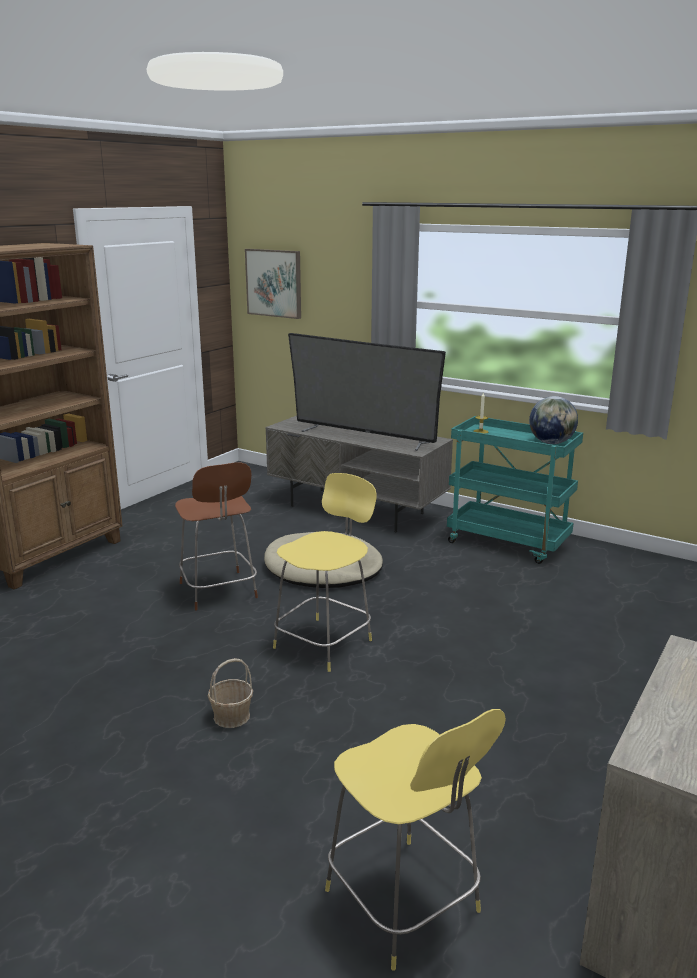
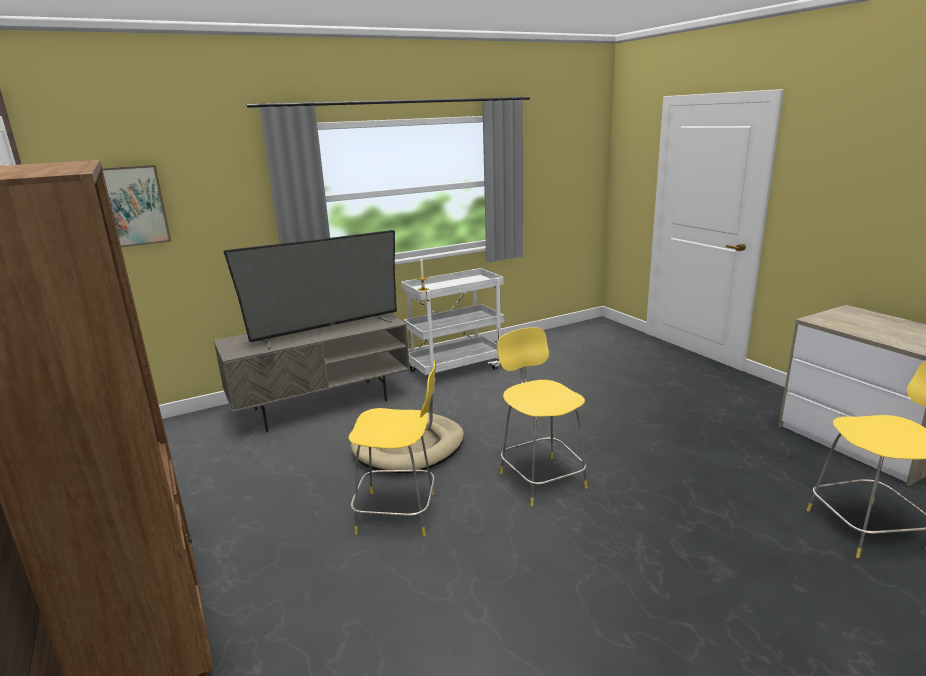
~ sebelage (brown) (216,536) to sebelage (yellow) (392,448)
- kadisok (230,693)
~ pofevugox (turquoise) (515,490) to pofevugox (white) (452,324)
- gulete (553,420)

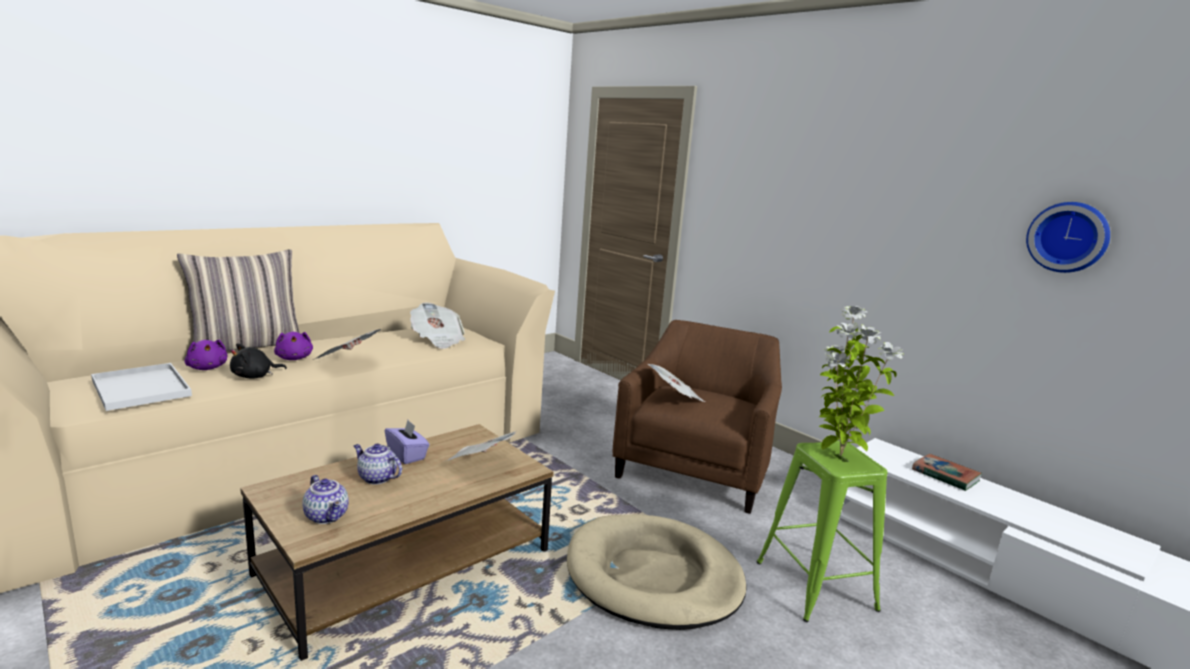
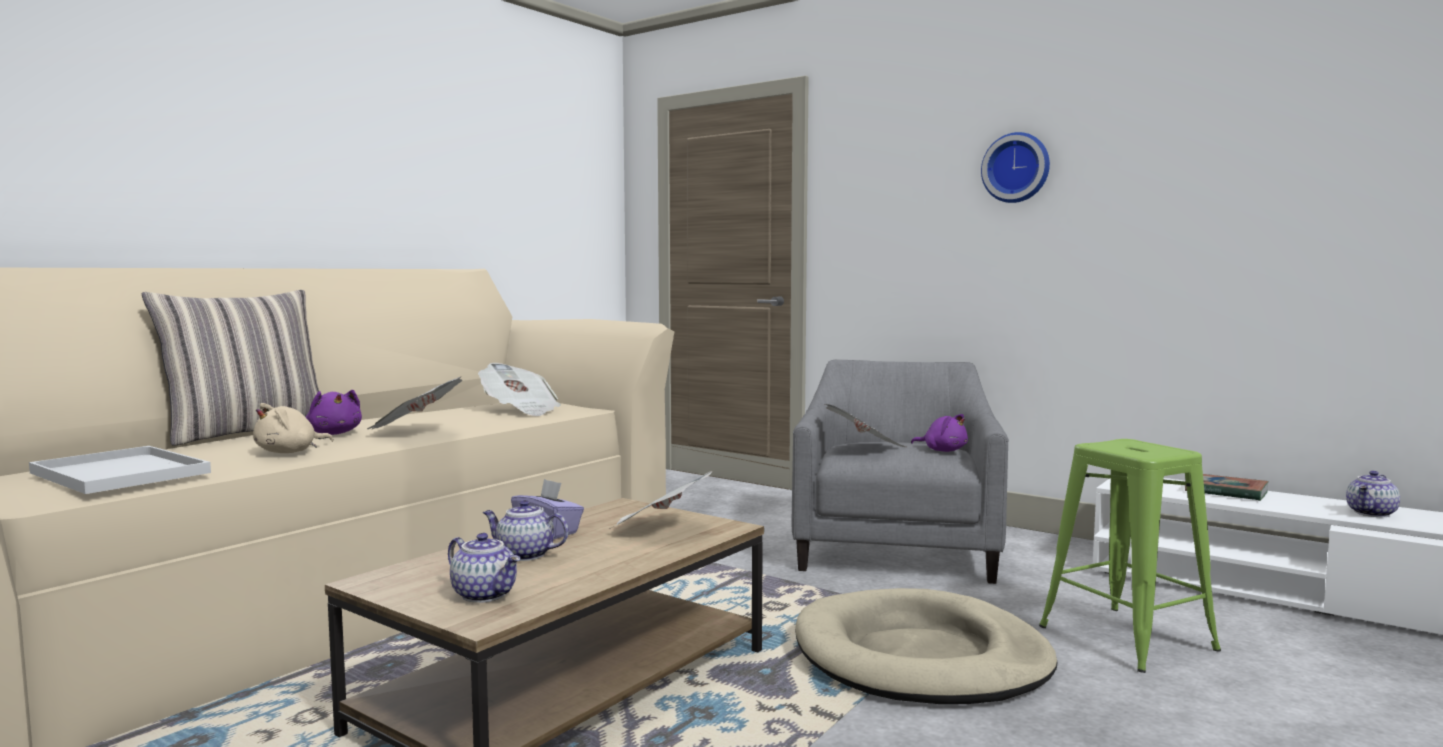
~ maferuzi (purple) (206,355) to (939,433)
~ maferuzi (black) (258,361) to maferuzi (beige) (293,428)
~ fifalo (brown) (697,417) to fifalo (grey) (900,472)
- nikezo (861,381)
~ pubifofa (1068,237) to (1015,167)
+ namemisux (1373,494)

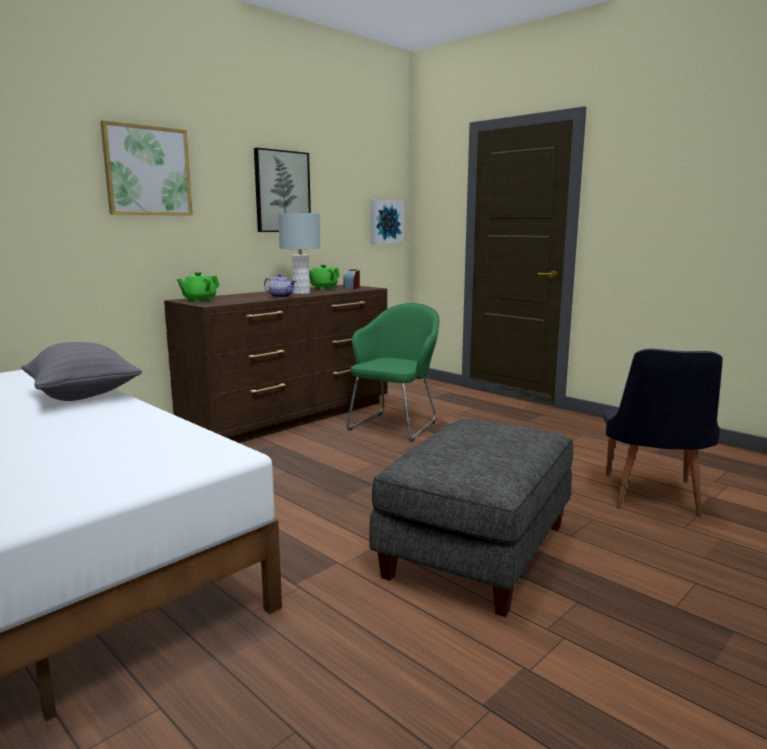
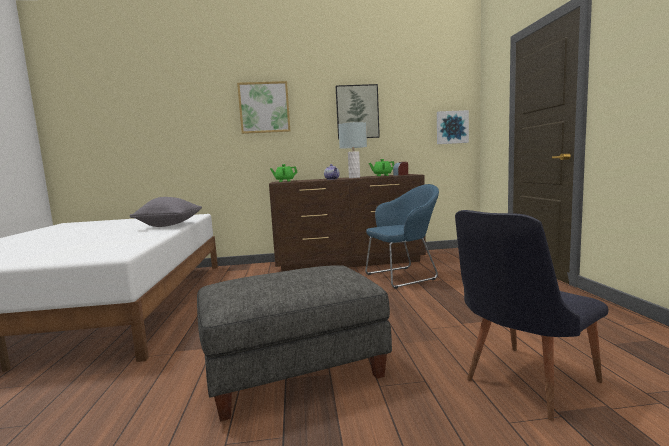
~ fifalo (green) (393,372) to fifalo (blue) (402,236)

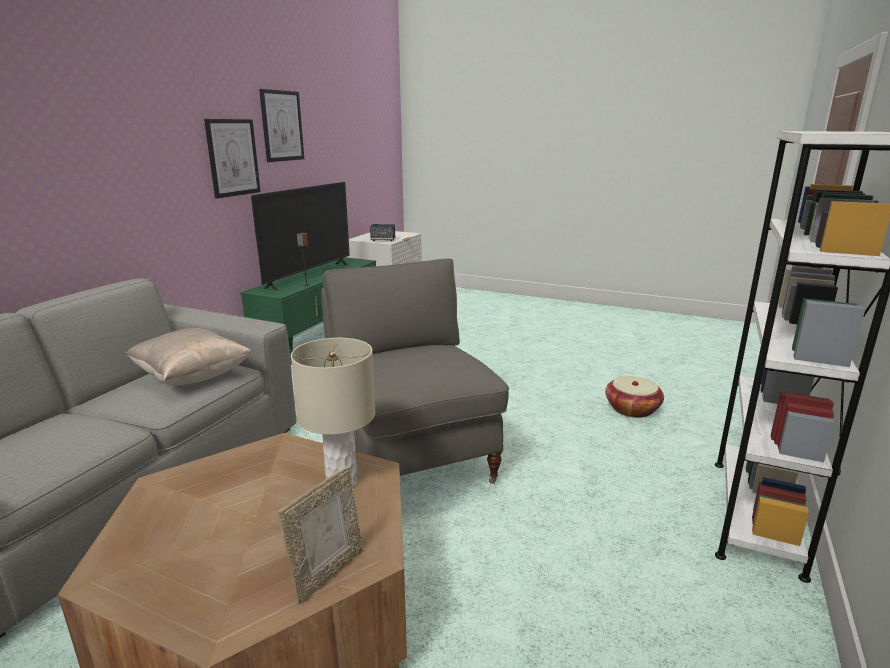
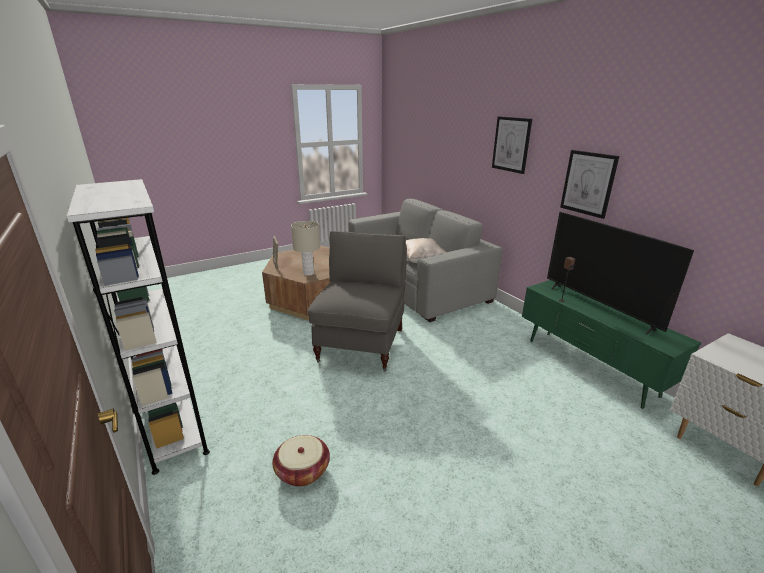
~ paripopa (281,125) to (512,145)
~ fifalo (grey) (415,371) = (357,301) 90 degrees counterclockwise
- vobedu (382,232)

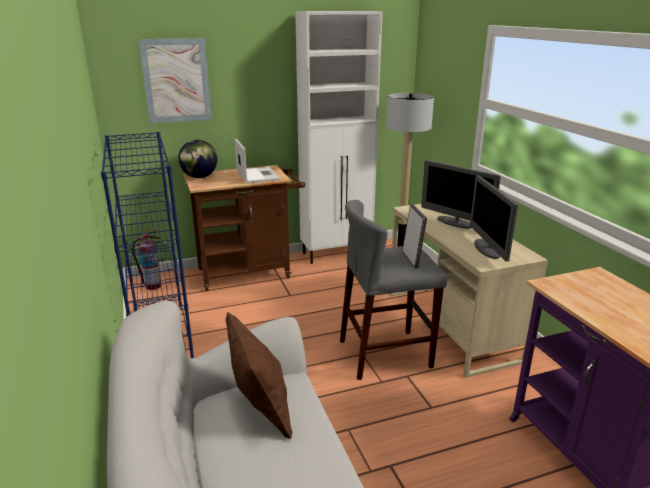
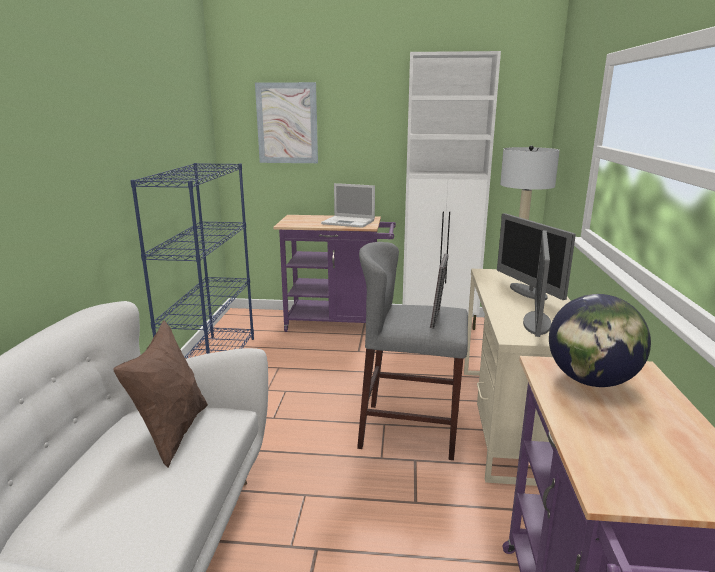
- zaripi (147,260)
~ gulete (197,159) to (600,340)
~ pofevugox (brown) (244,228) to pofevugox (purple) (334,273)
~ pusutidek (257,161) = (348,205) 105 degrees clockwise

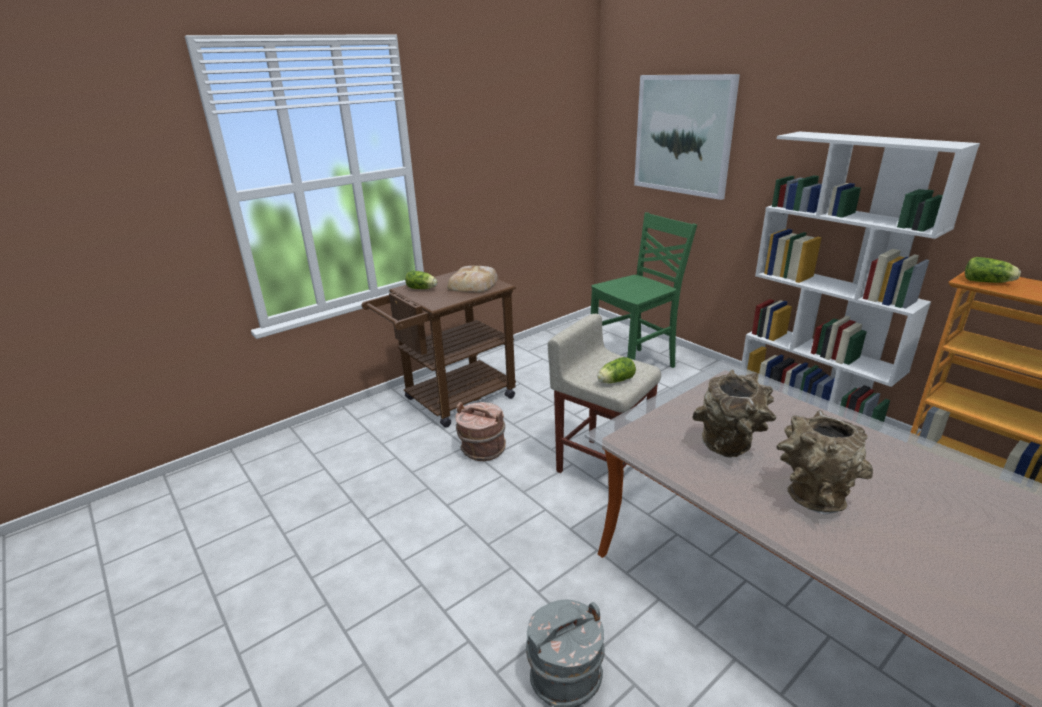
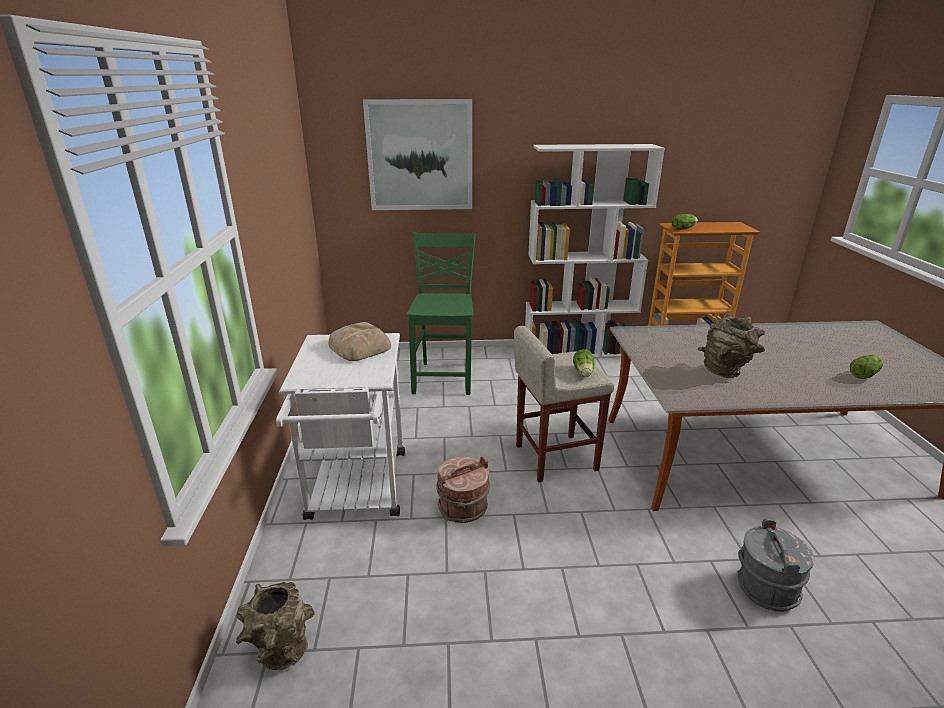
~ pofevugox (brown) (439,349) to pofevugox (white) (340,426)
~ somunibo (421,279) to (866,366)
~ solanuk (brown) (825,462) to (275,626)

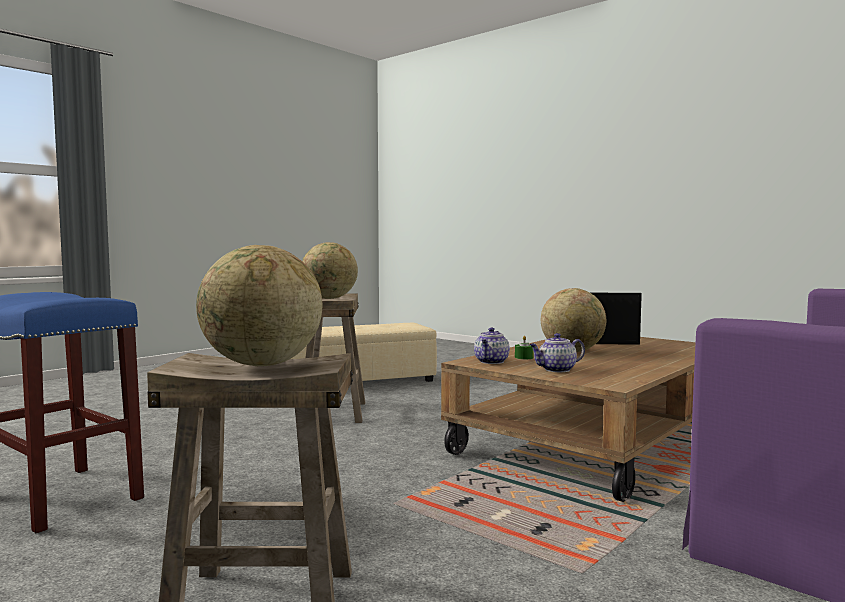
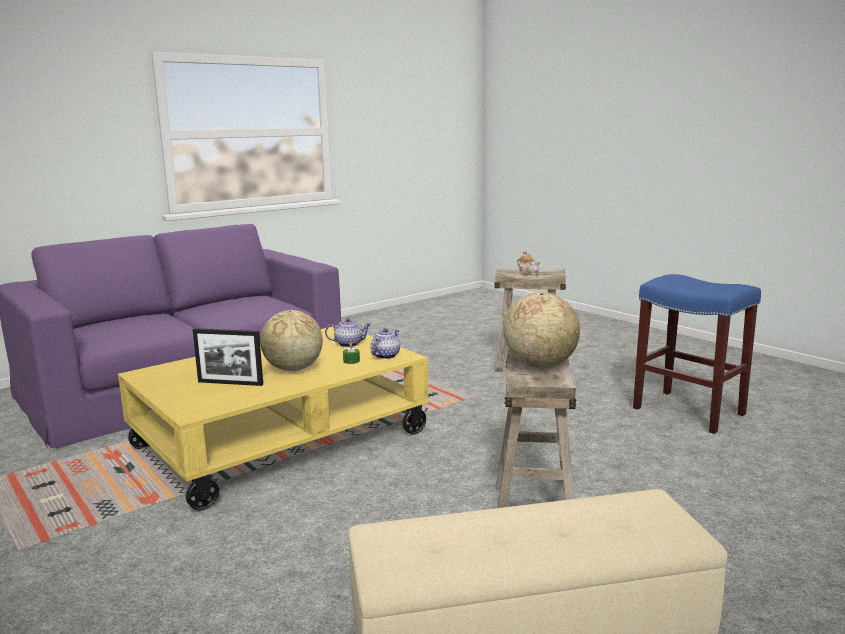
~ gulete (259,305) to namemisux (528,262)
~ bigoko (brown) (568,419) to bigoko (yellow) (273,418)

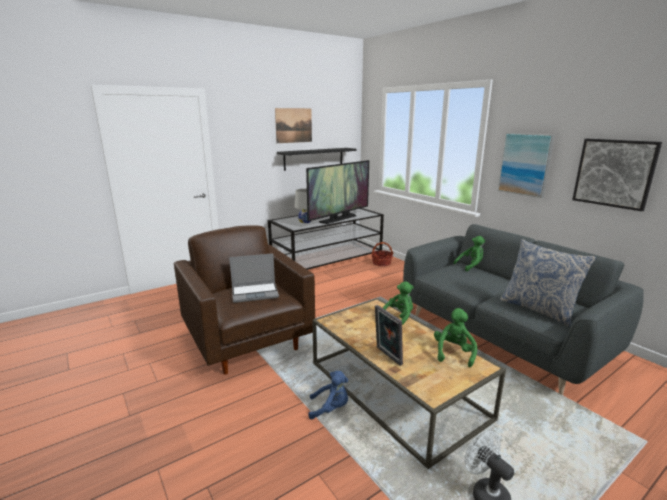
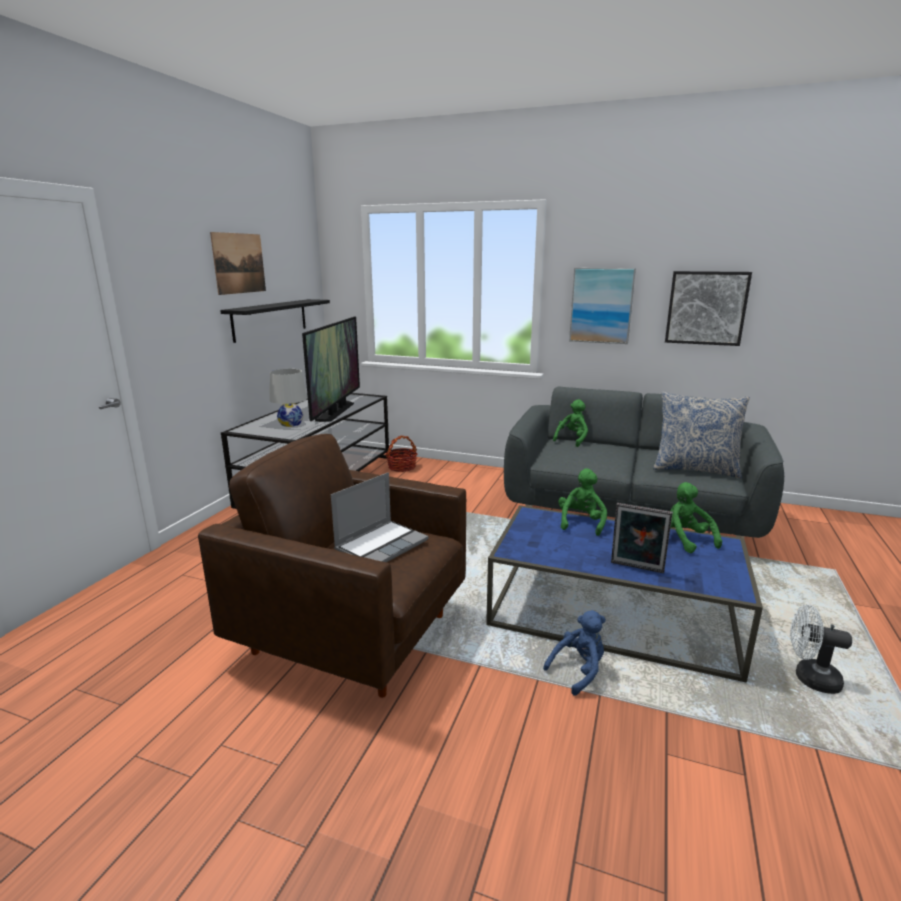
~ bigoko (brown) (409,383) to bigoko (blue) (624,594)

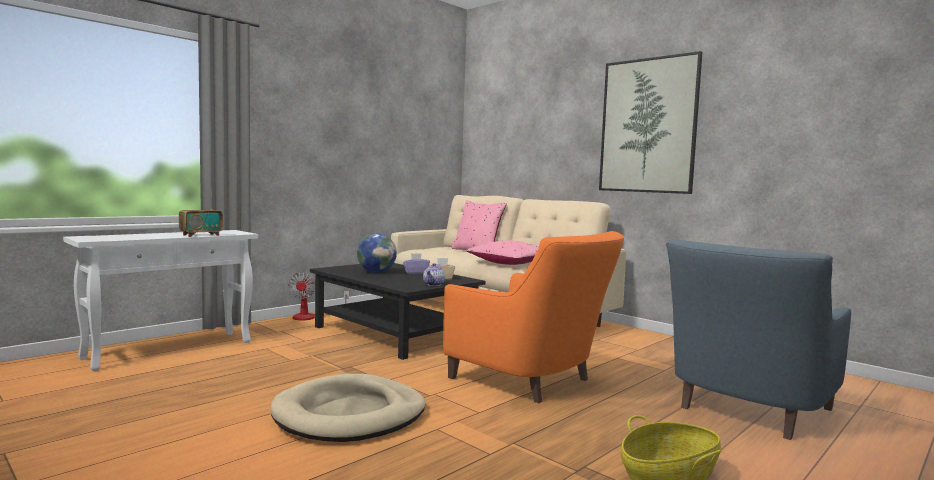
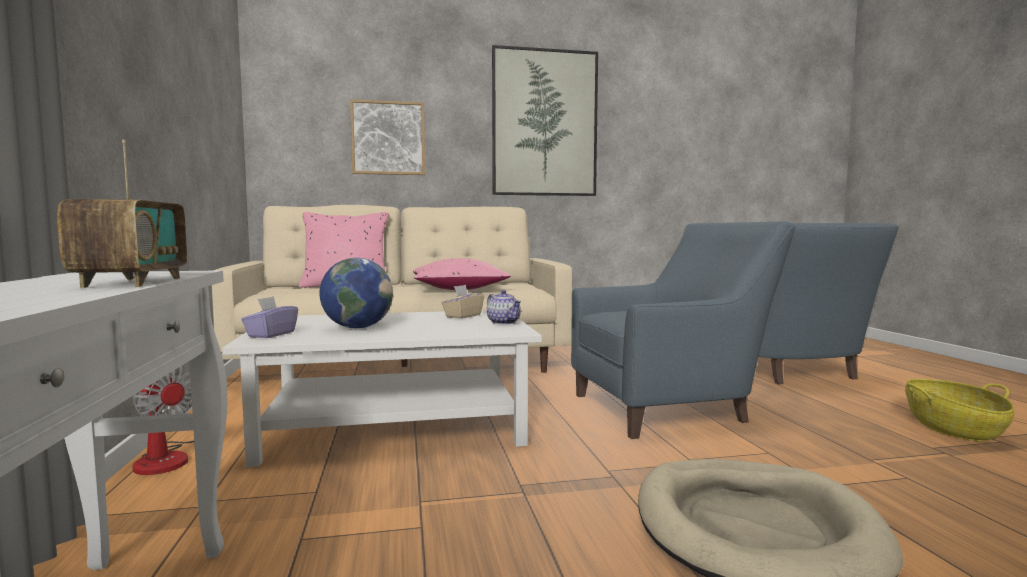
~ bigoko (black) (397,311) to bigoko (white) (382,388)
~ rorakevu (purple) (416,263) to (269,317)
~ fifalo (orange) (533,317) to fifalo (blue) (683,330)
+ paripopa (387,137)

